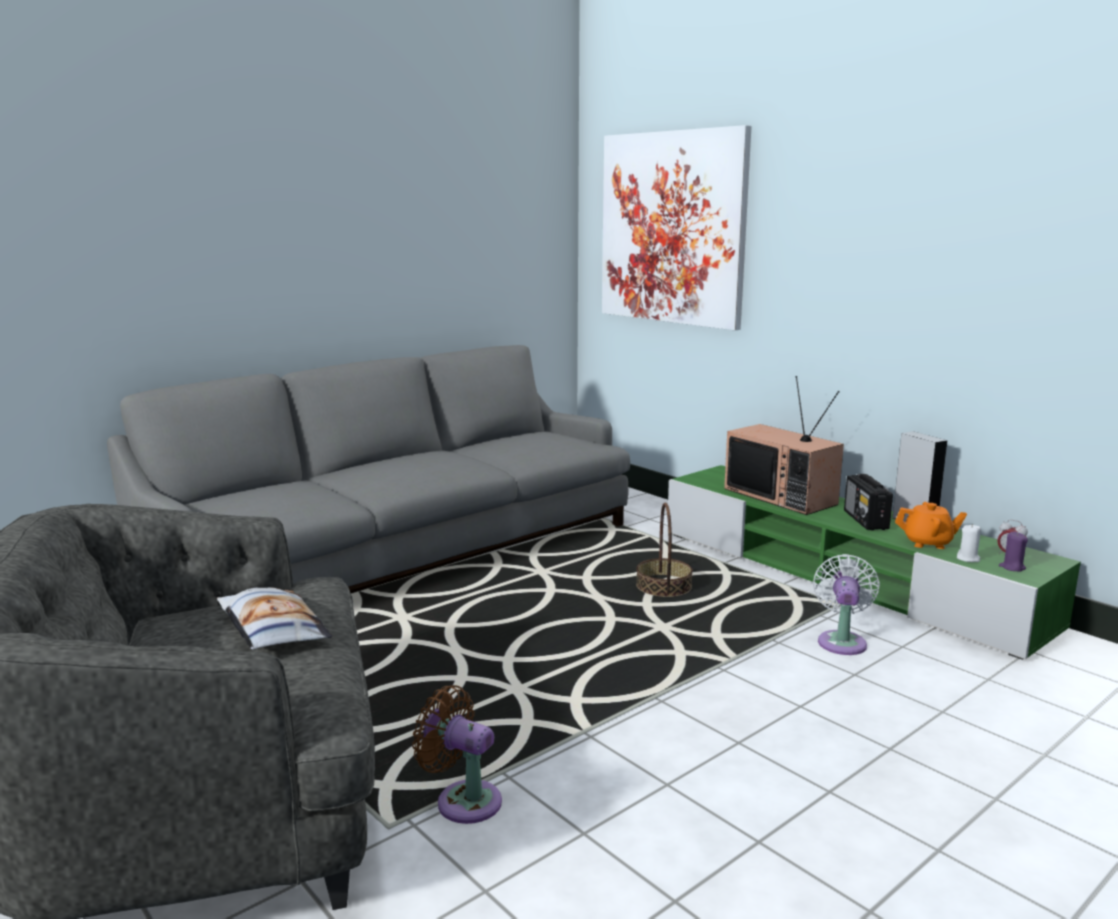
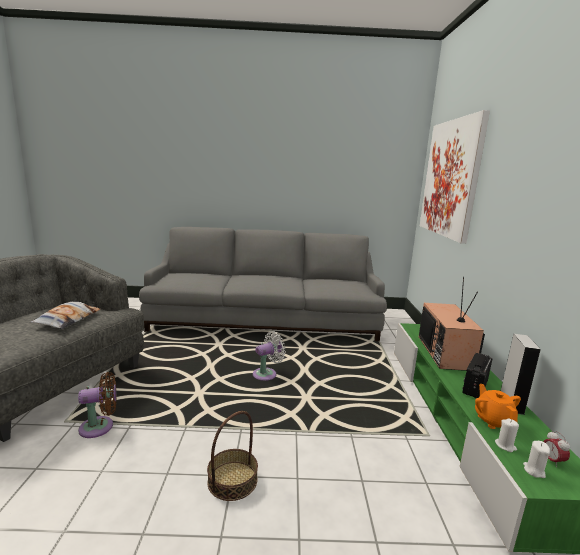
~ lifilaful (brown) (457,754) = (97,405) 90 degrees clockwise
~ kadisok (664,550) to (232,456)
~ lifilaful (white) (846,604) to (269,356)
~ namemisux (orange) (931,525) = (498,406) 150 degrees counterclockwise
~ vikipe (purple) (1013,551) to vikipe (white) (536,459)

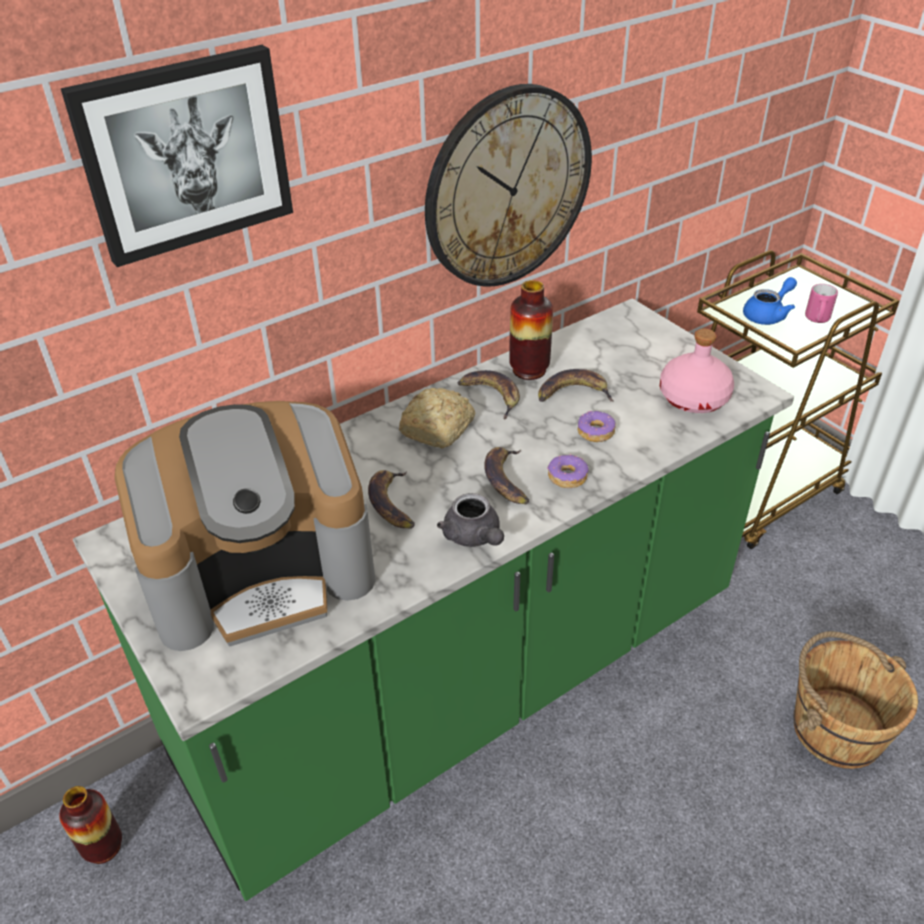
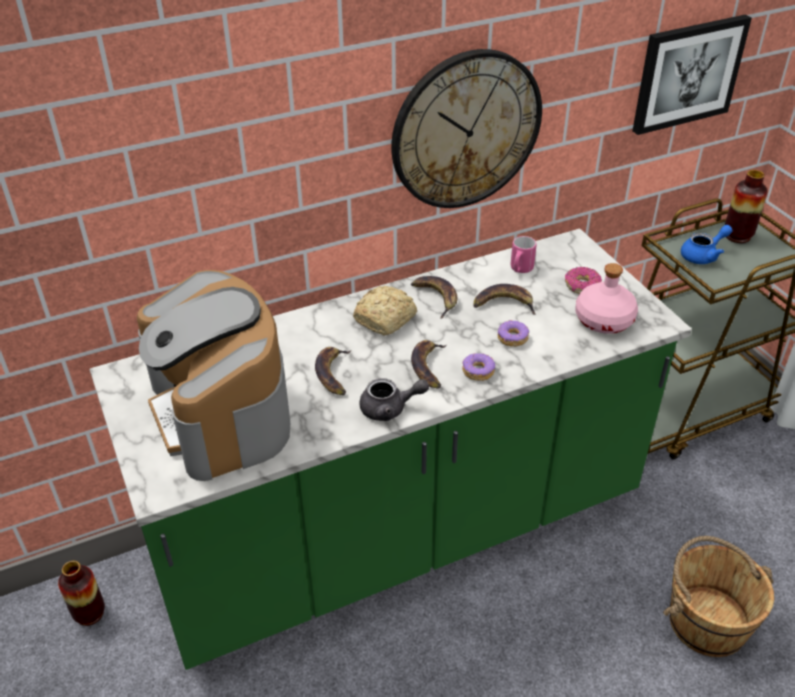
~ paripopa (177,156) to (692,74)
~ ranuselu (245,526) = (213,375) 75 degrees clockwise
~ namemisux (grey) (470,520) = (394,399) 75 degrees counterclockwise
~ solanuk (531,330) to (746,206)
~ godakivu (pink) (821,303) to (524,254)
+ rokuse (583,280)

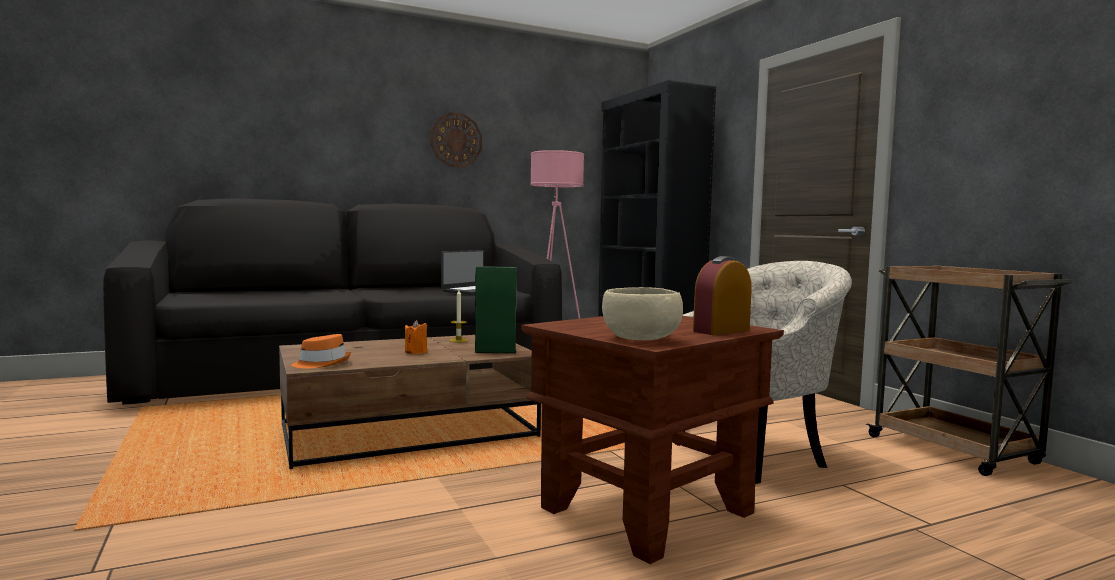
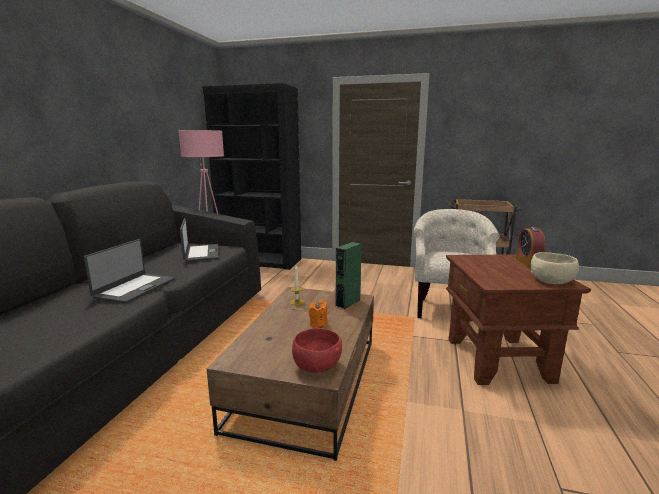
~ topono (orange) (321,351) to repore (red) (317,350)
- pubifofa (456,140)
+ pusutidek (129,271)

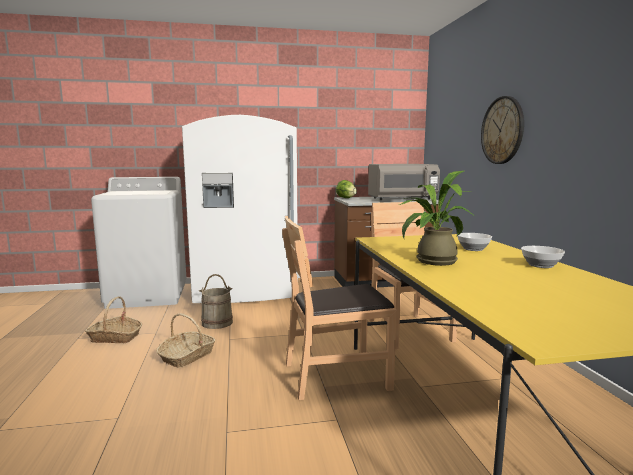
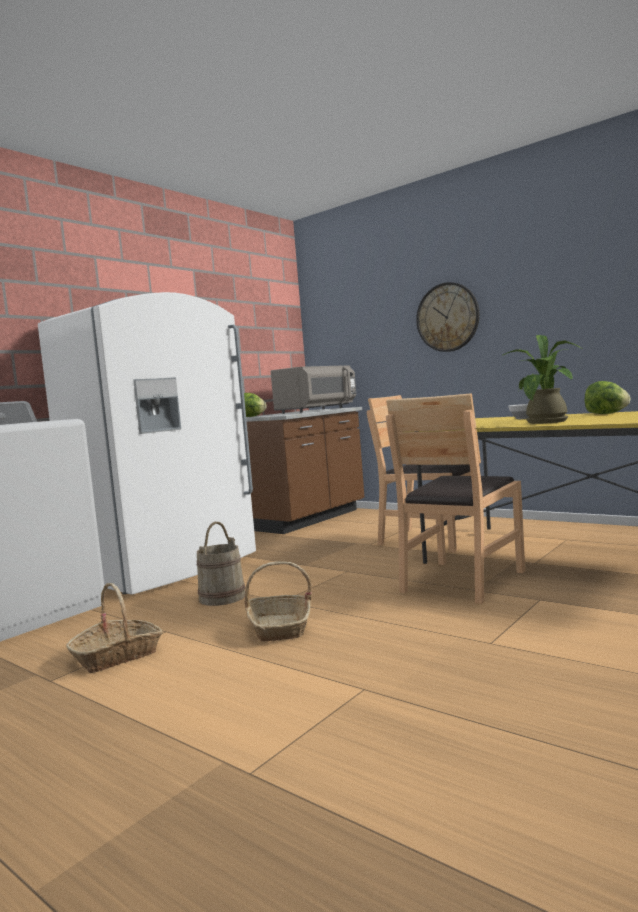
~ repore (543,257) to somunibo (607,397)

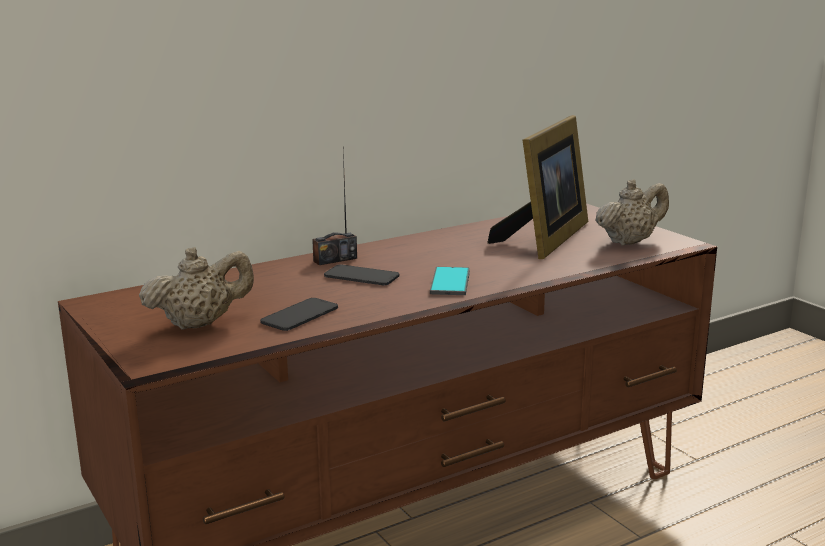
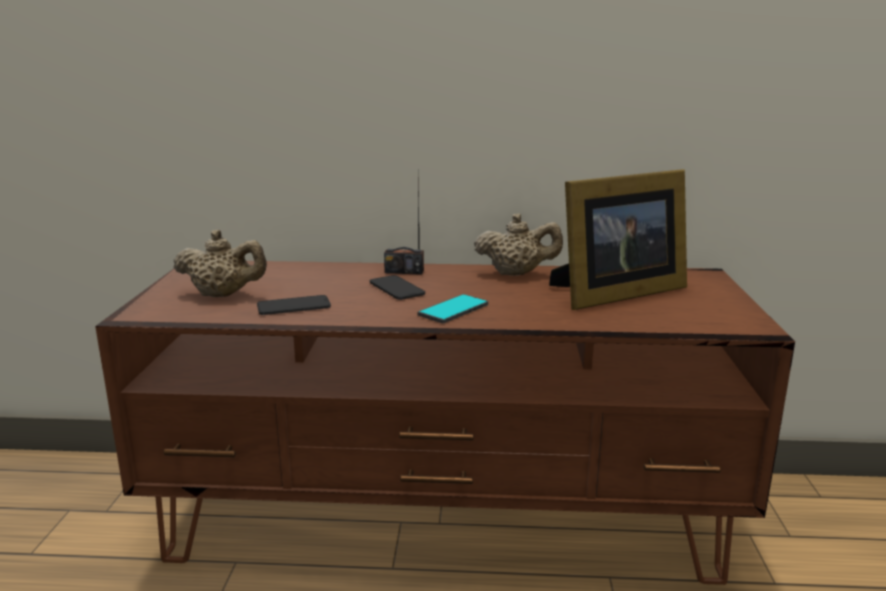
~ namemisux (beige) (632,212) to (518,244)

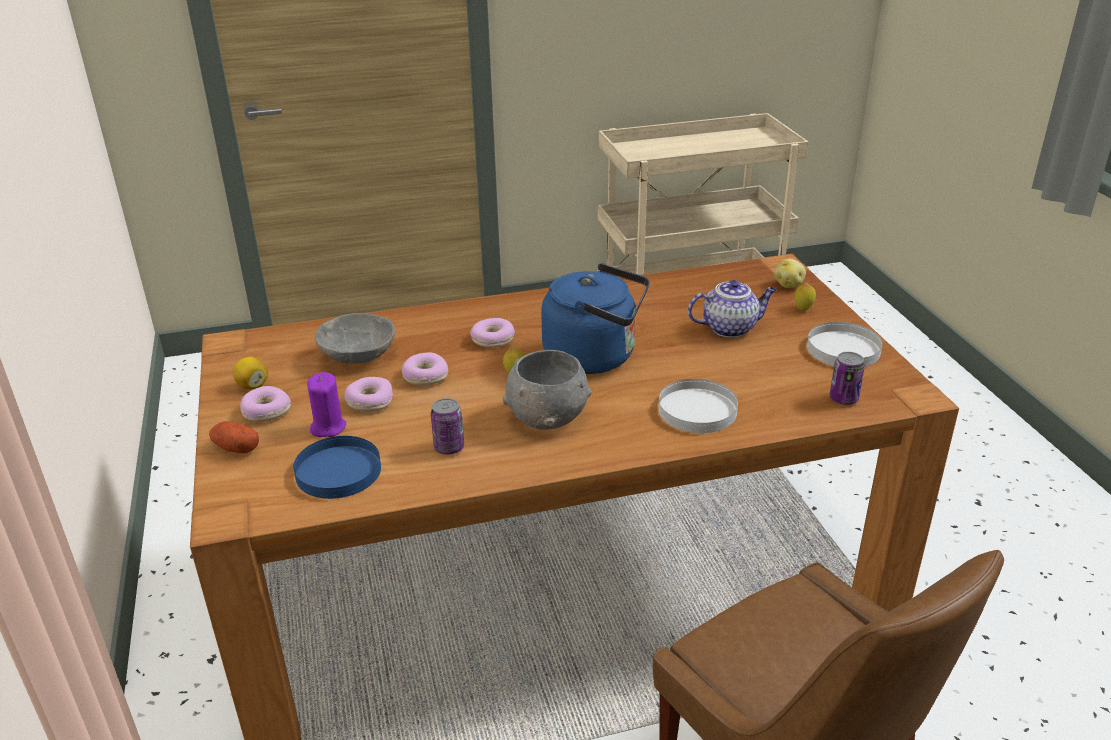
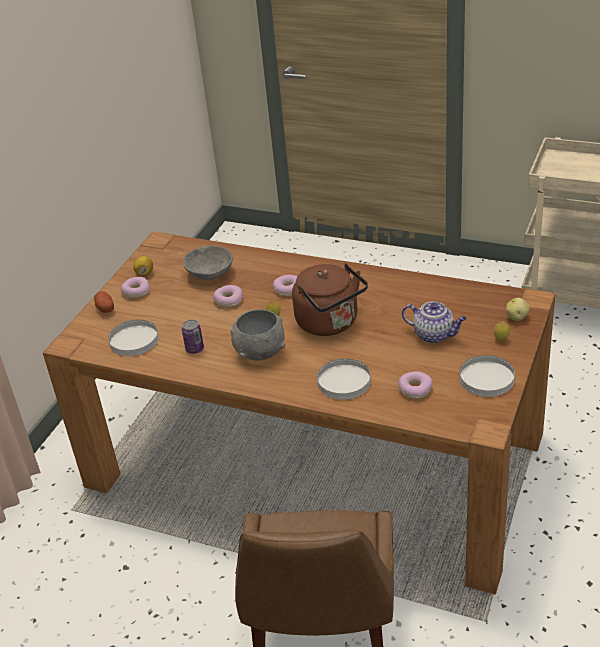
~ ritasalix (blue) (337,467) to ritasalix (white) (133,338)
- vikipe (purple) (326,404)
~ rokuse (368,394) to (415,385)
~ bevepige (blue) (595,318) to bevepige (brown) (330,300)
- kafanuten (847,378)

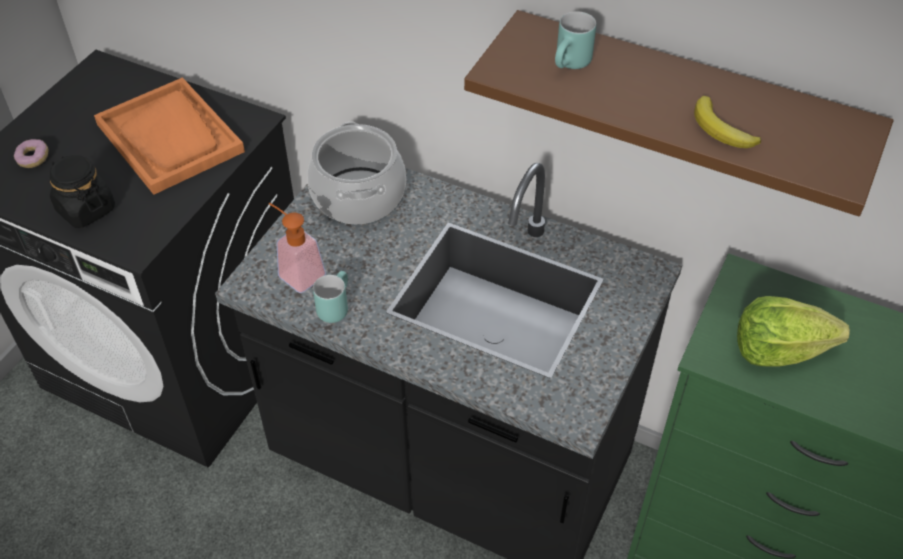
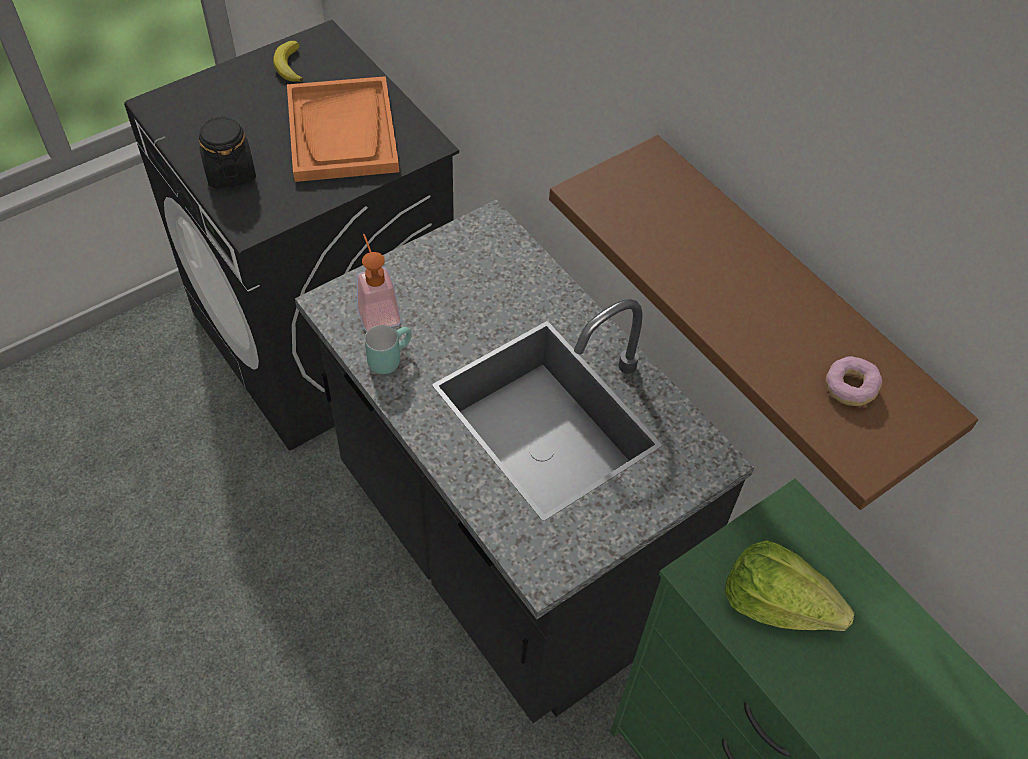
~ rokuse (31,153) to (854,381)
- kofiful (356,173)
- godakivu (turquoise) (575,40)
~ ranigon (727,122) to (288,61)

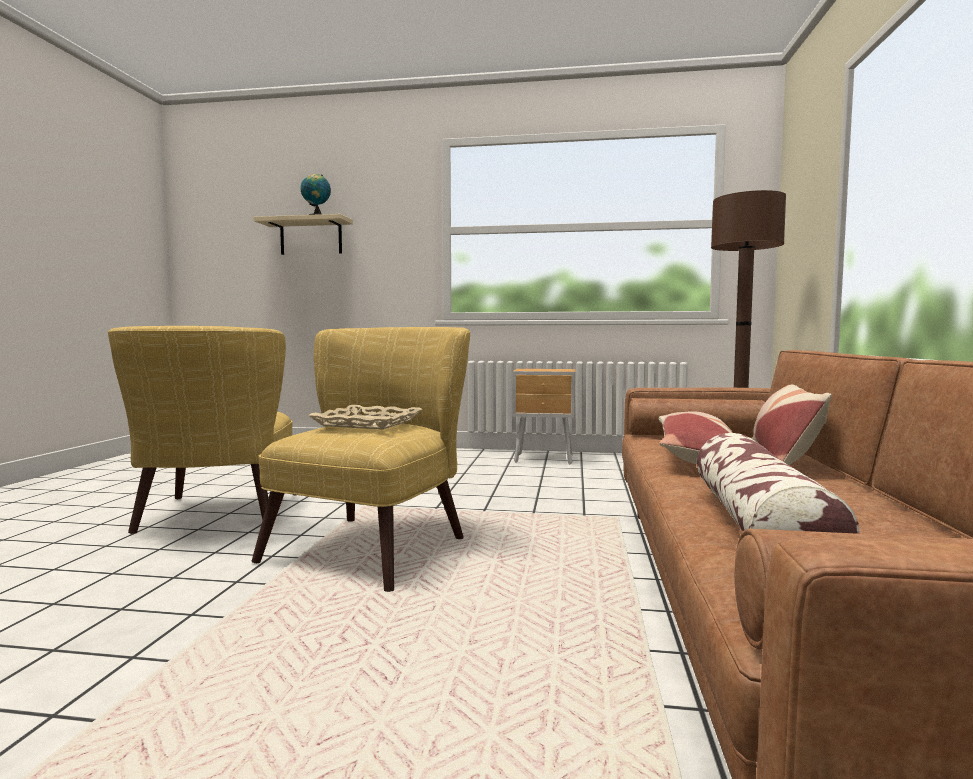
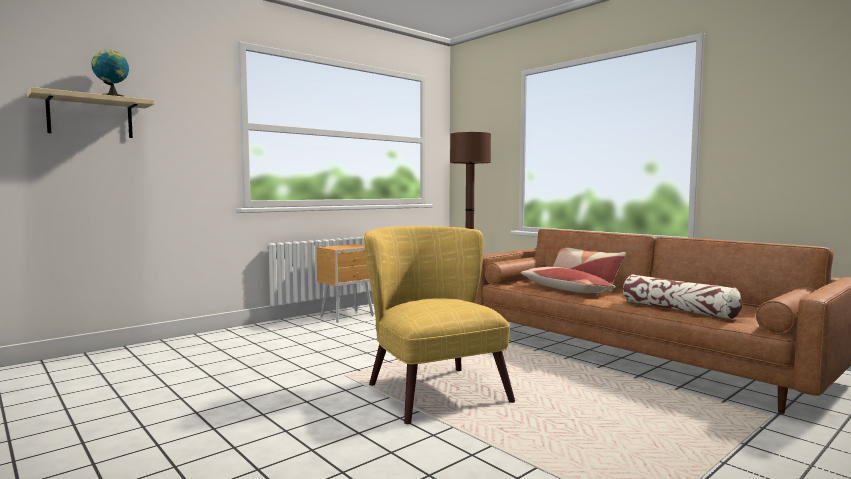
- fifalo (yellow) (200,430)
- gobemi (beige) (365,417)

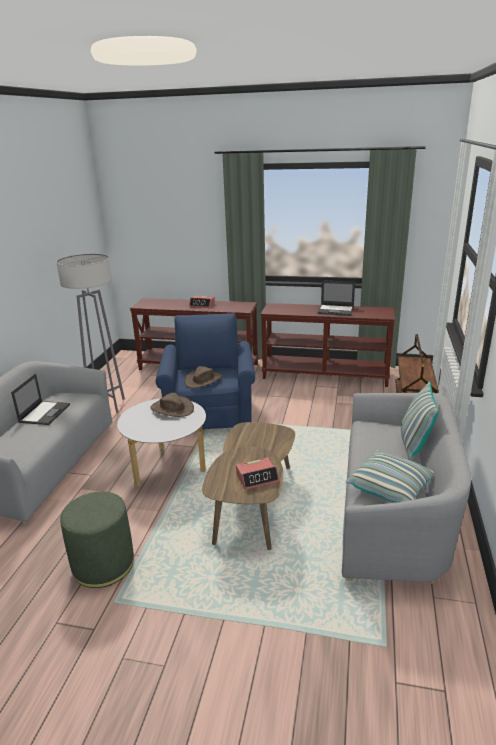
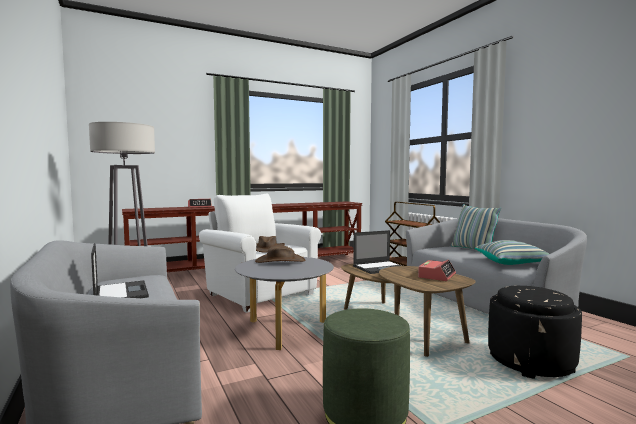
~ fifalo (blue) (205,371) to fifalo (white) (260,253)
~ pusutidek (336,298) to (377,252)
+ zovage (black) (535,332)

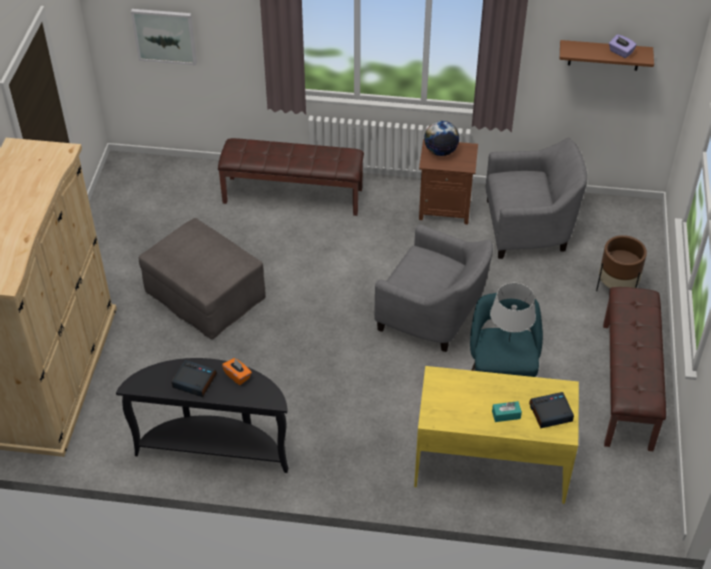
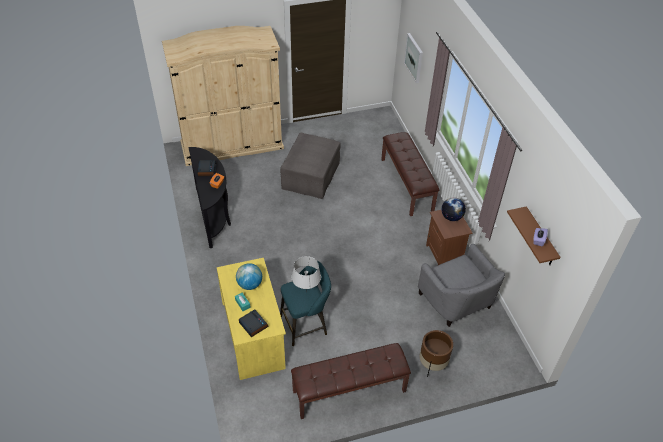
- fifalo (grey) (433,288)
+ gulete (249,276)

